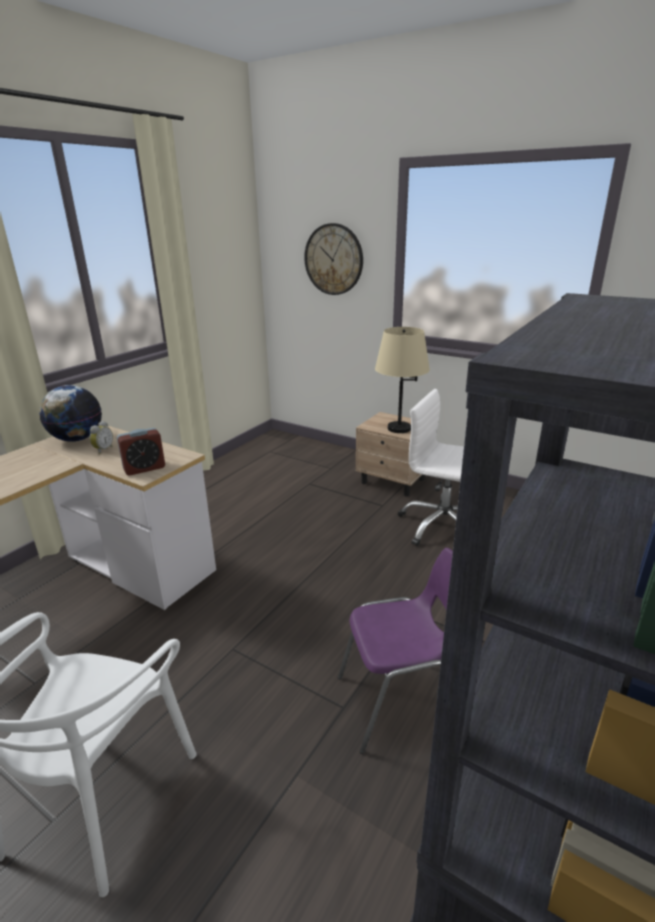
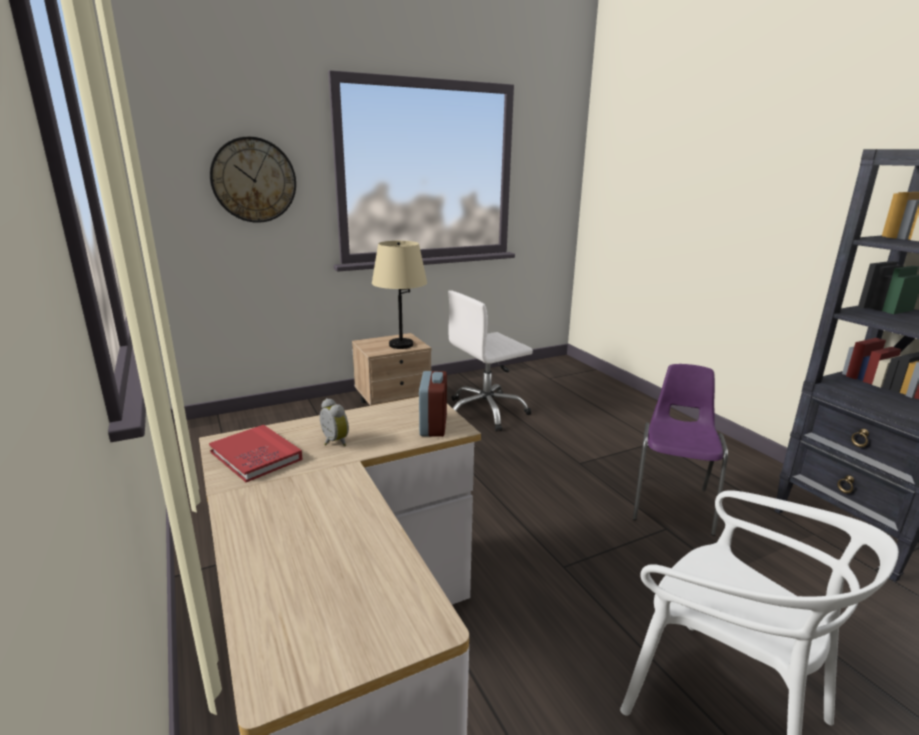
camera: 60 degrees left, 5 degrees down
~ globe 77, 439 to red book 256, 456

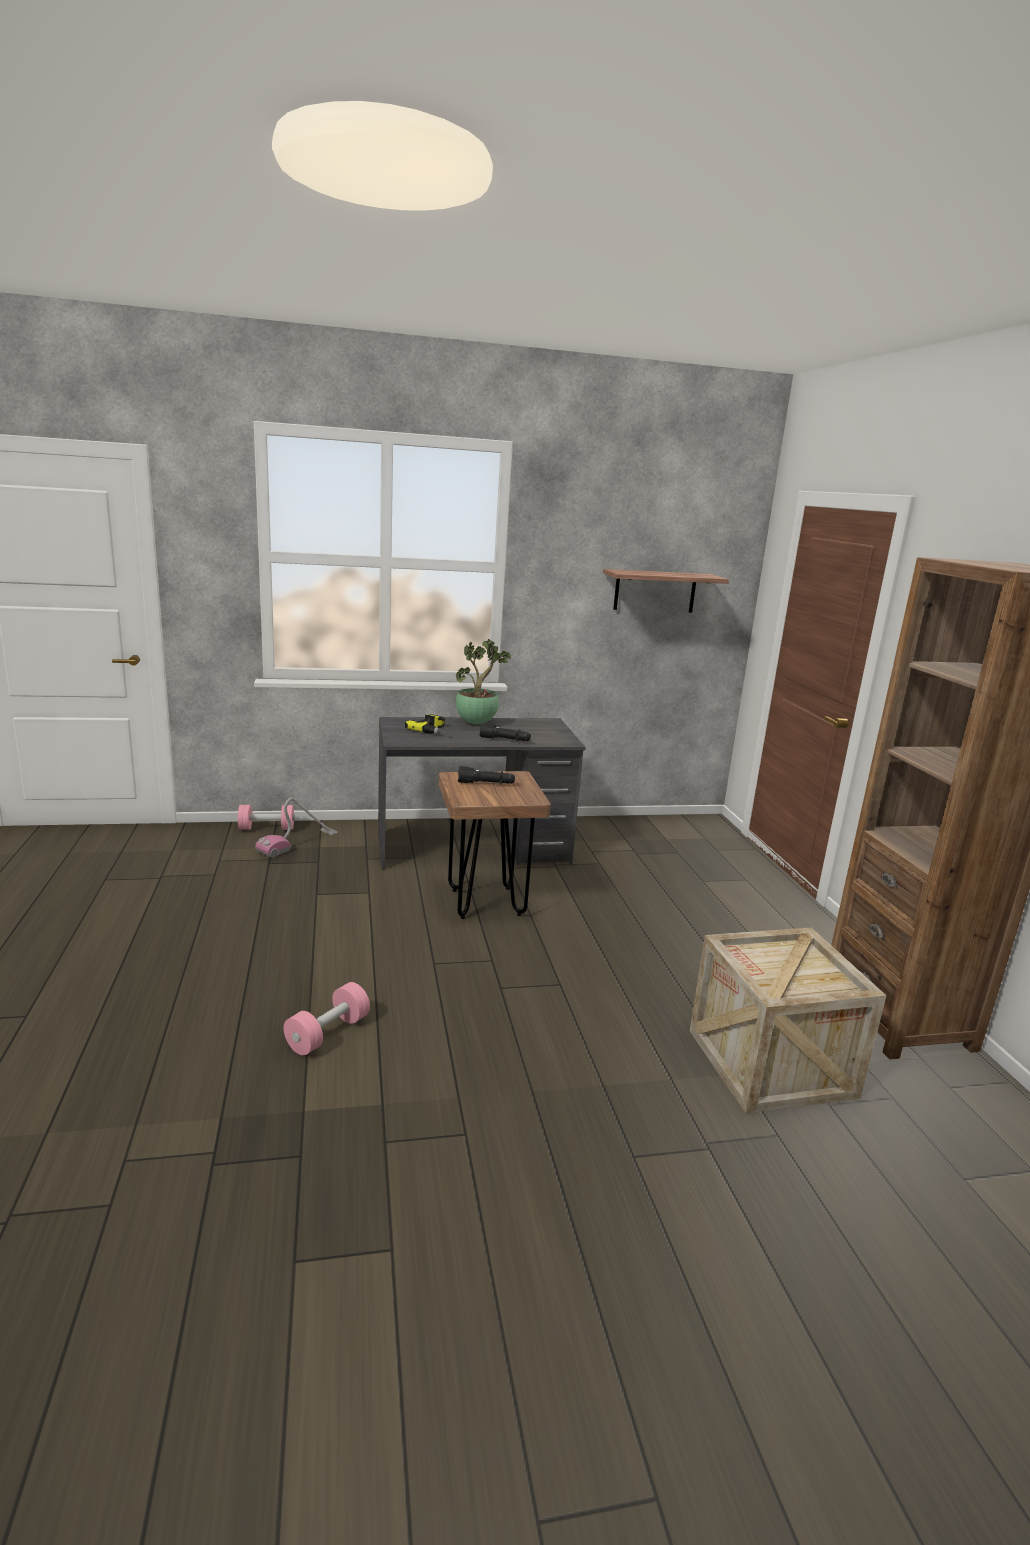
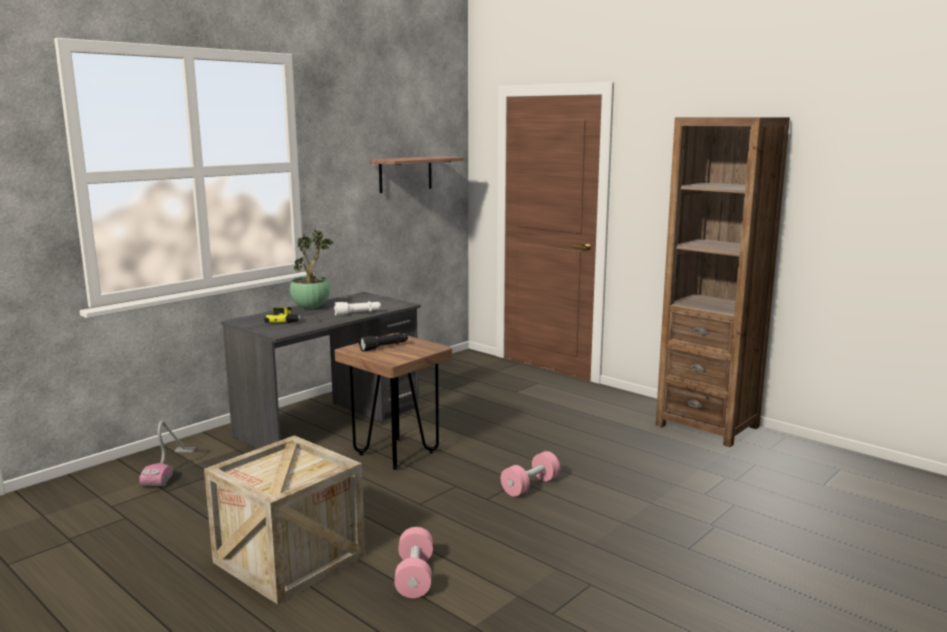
camera: 35 degrees left, 5 degrees down
~ black flashlight 505, 740 to white flashlight 358, 313
~ pink dumbbell 266, 828 to 530, 486
~ crate 770, 1063 to 289, 559

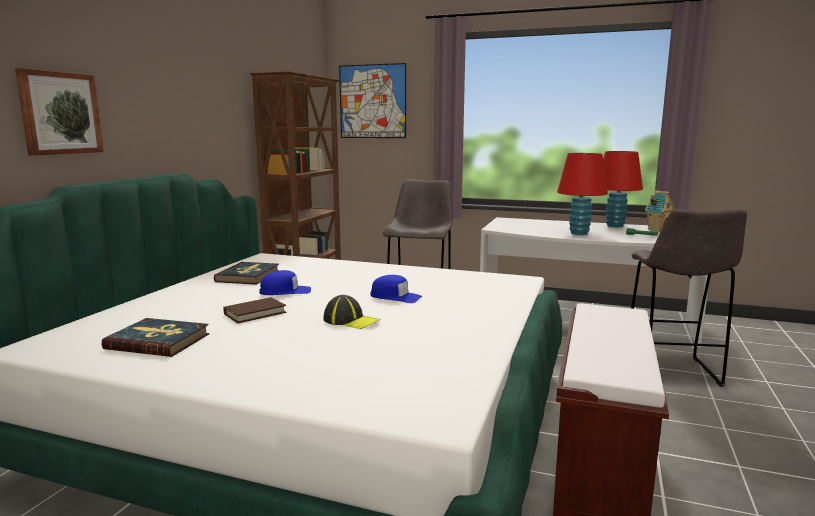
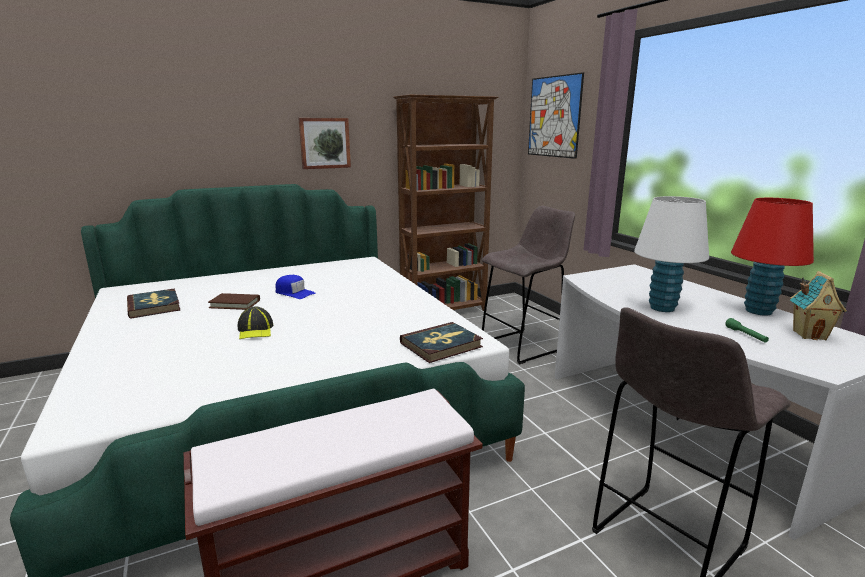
camera: 45 degrees right, 5 degrees up
~ picture 59, 113 to 324, 143
~ red table lamp 579, 233 to white table lamp 662, 308
~ book 248, 276 to 441, 345
- blue cap 395, 297

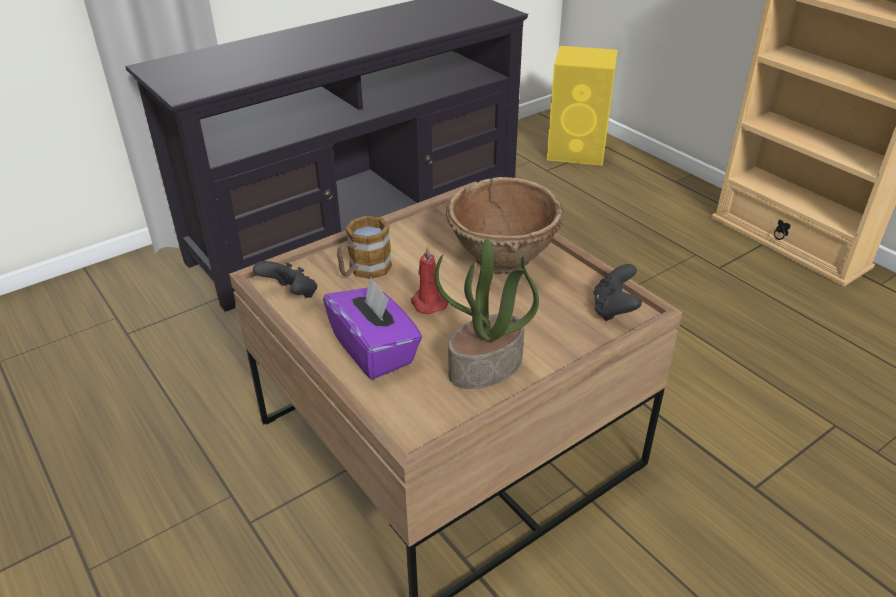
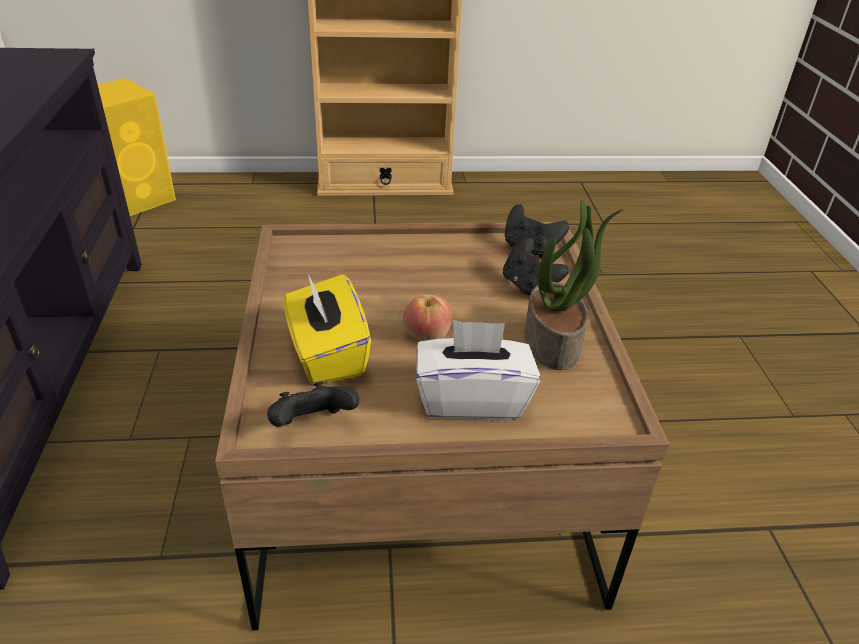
camera: 60 degrees left, 0 degrees up
- brown bowl 503, 260
~ mug 363, 271 to yellow tissue box 327, 354
~ red candle 428, 302 to apple 426, 335
~ purple tissue box 375, 350 to white tissue box 472, 399
+ black game controller 529, 286

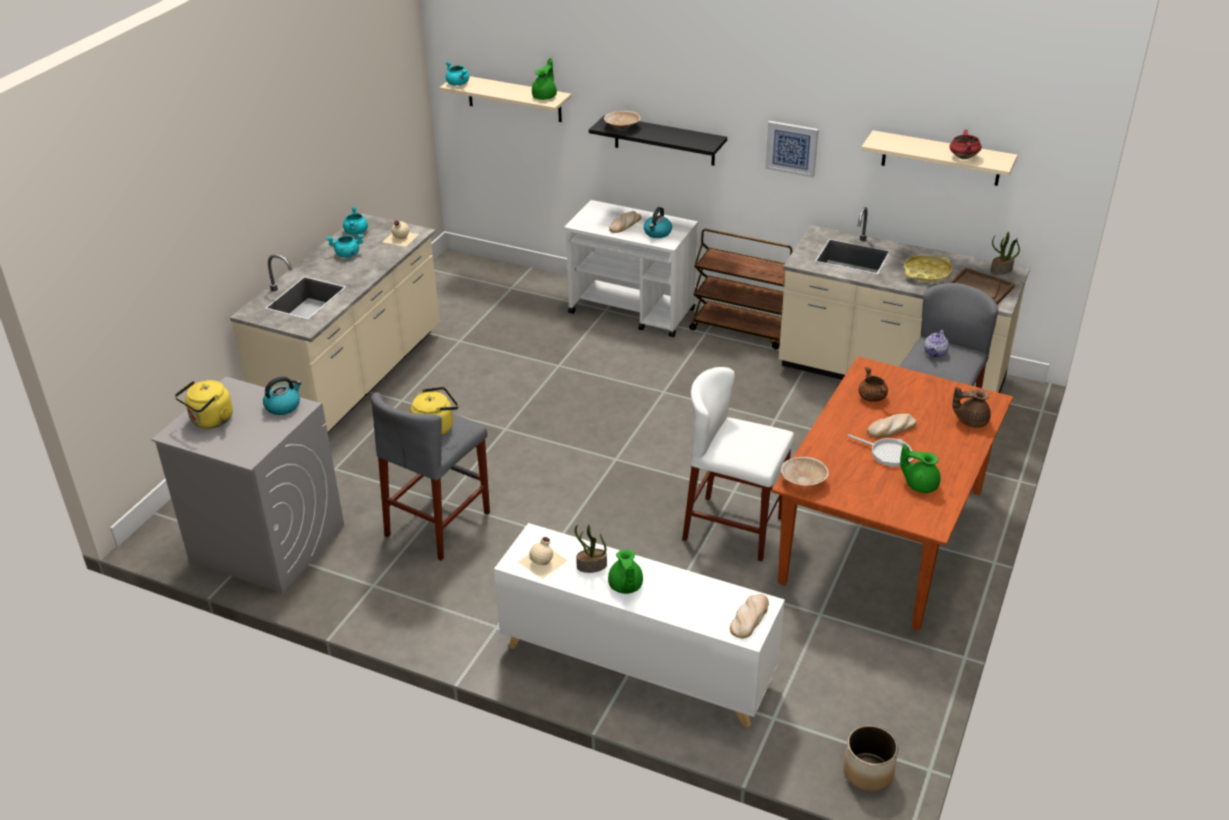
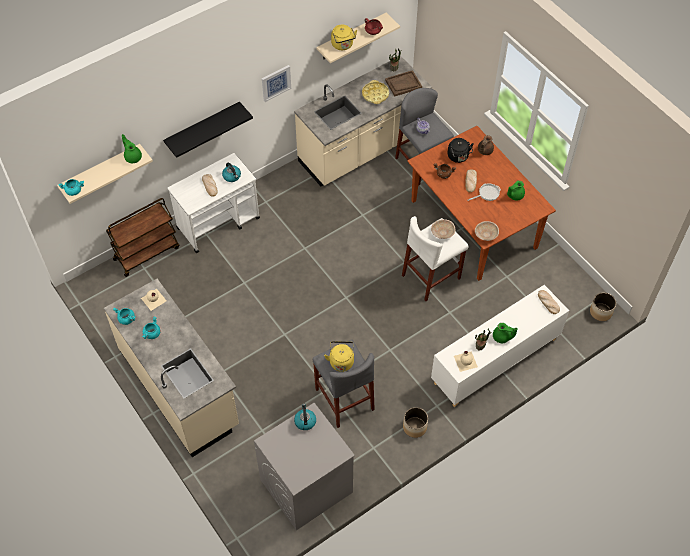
camera: 60 degrees left, 20 degrees up
~ beige bowl 621, 127 to 442, 233
~ brown cart 741, 330 to 147, 253
~ yellow kettle 210, 421 to 343, 45
+ black kettle 458, 157
+ planter 414, 427

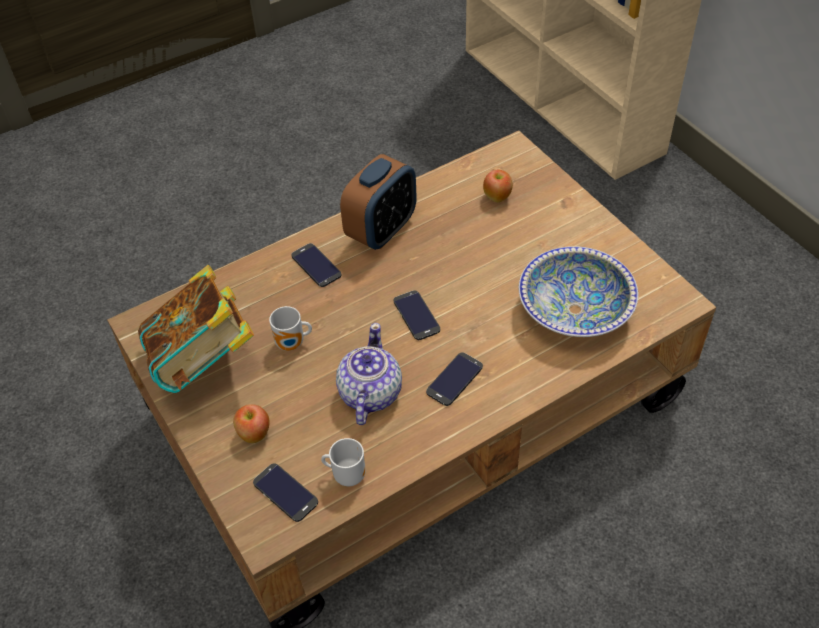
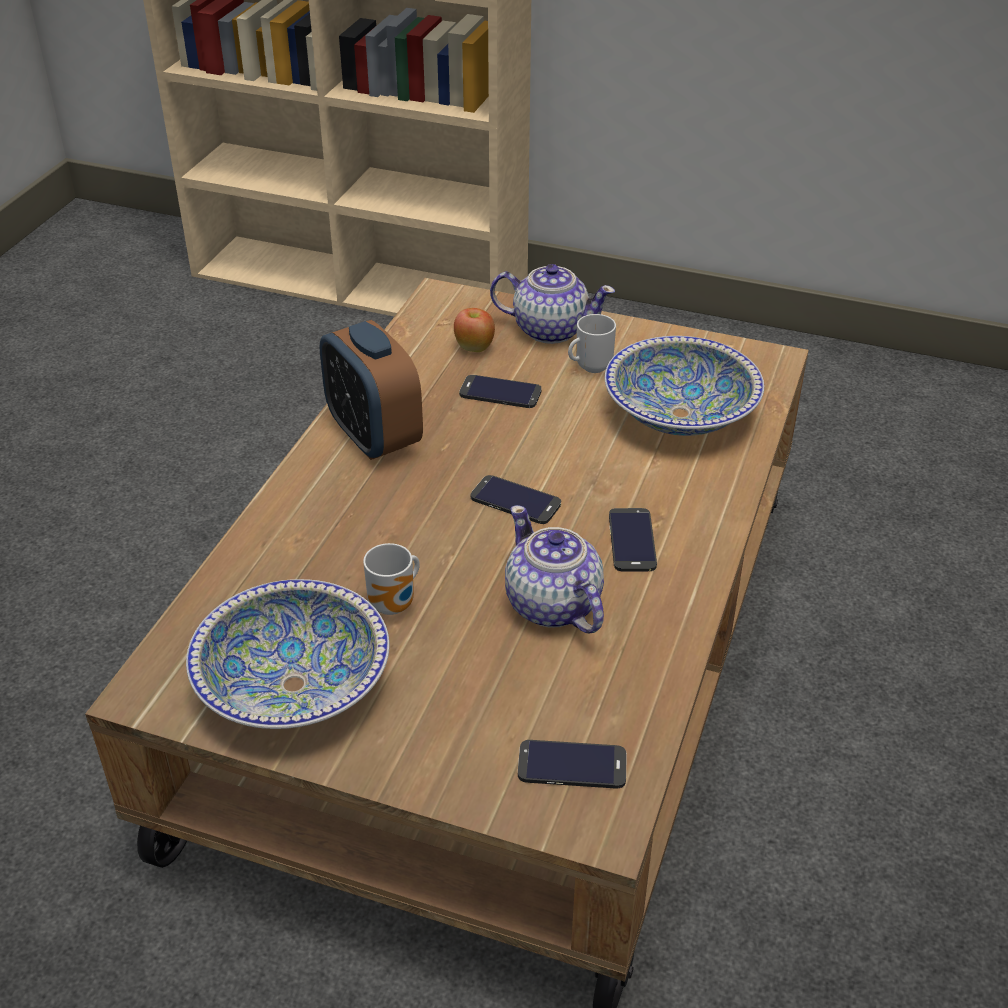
camera: 40 degrees left, 10 degrees down
~ alarm clock 382, 230 = 374, 436 150 degrees clockwise
~ phone 316, 265 to 500, 392
~ book 204, 361 to bowl 293, 685
- apple 254, 434
~ mug 347, 474 to 590, 367
+ teapot 550, 329

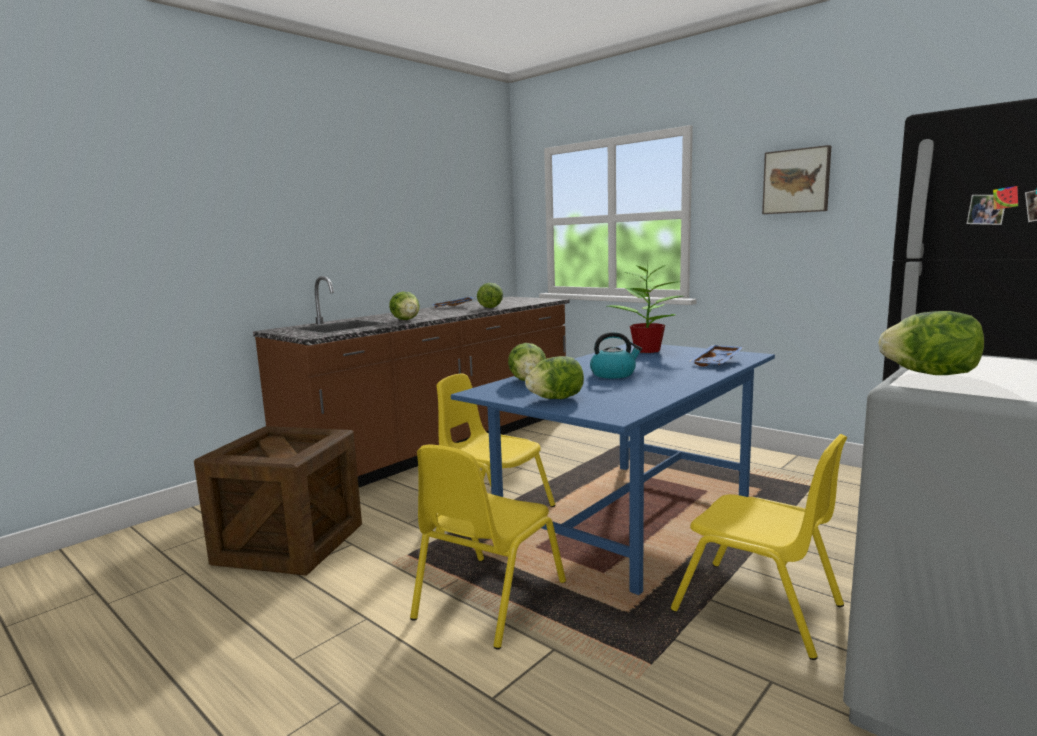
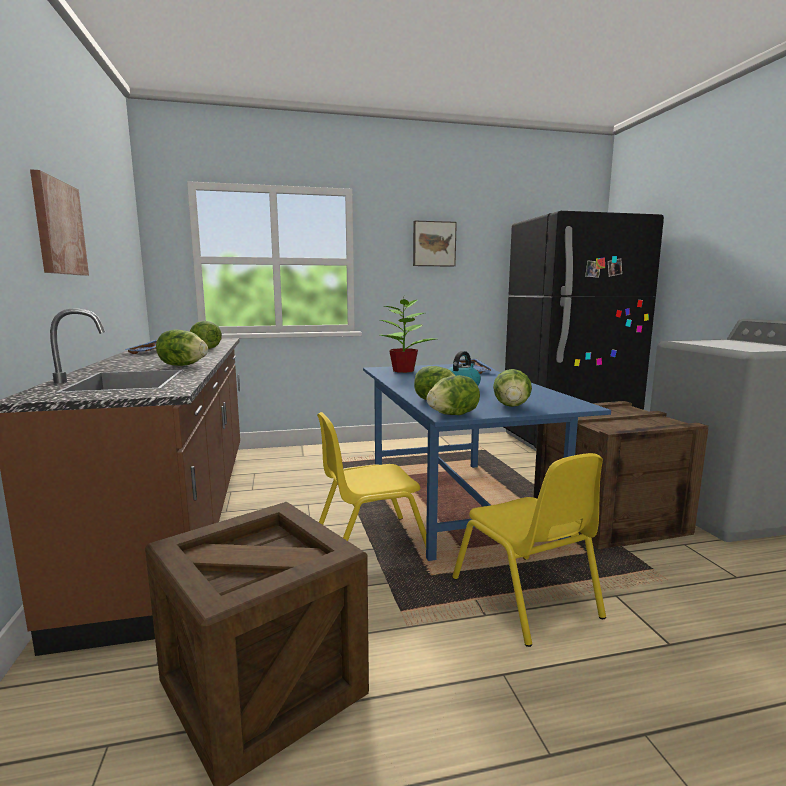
camera: 55 degrees left, 0 degrees up
~ lettuce 930, 374 to 453, 415
~ yellow chair 758, 608 to crate 608, 517
+ picture 58, 228

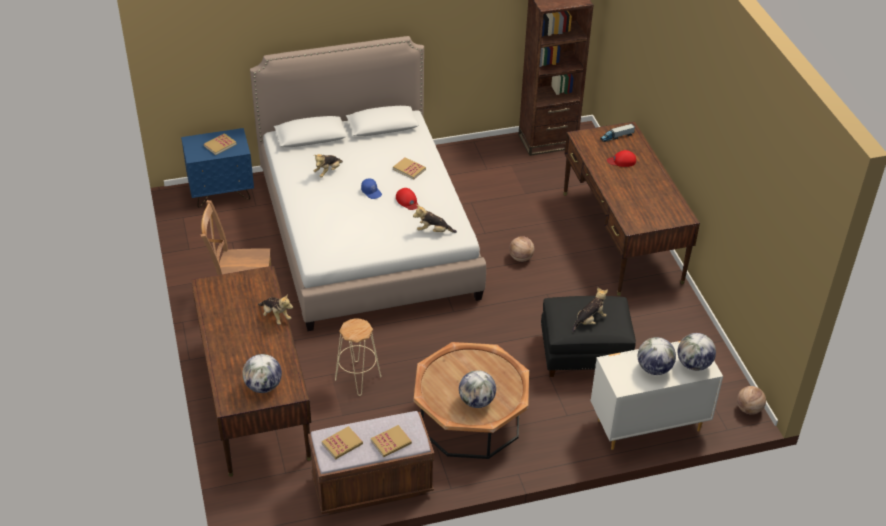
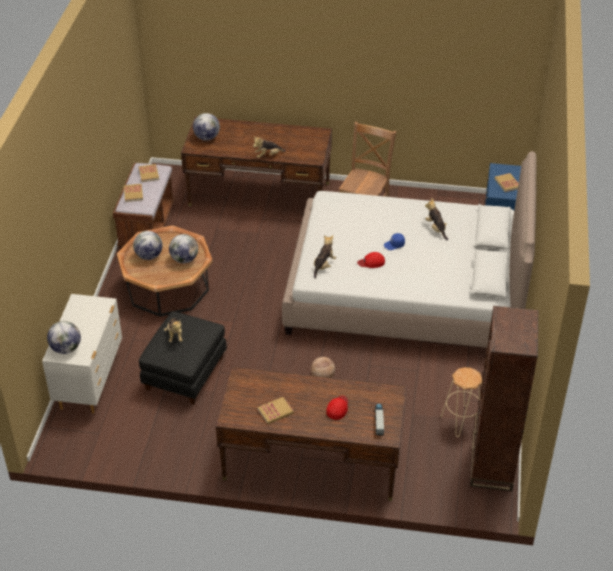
camera: 115 degrees right, 0 degrees up
~ book 409, 169 to 275, 411
~ beige stool 357, 378 to 461, 421
~ globe 654, 369 to 184, 259
- basketball 748, 409

